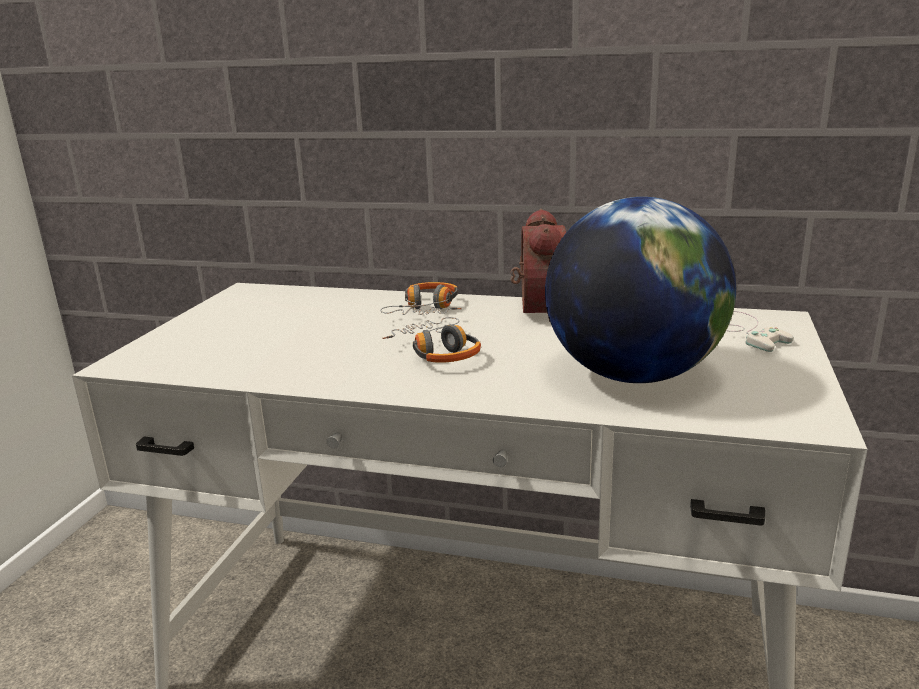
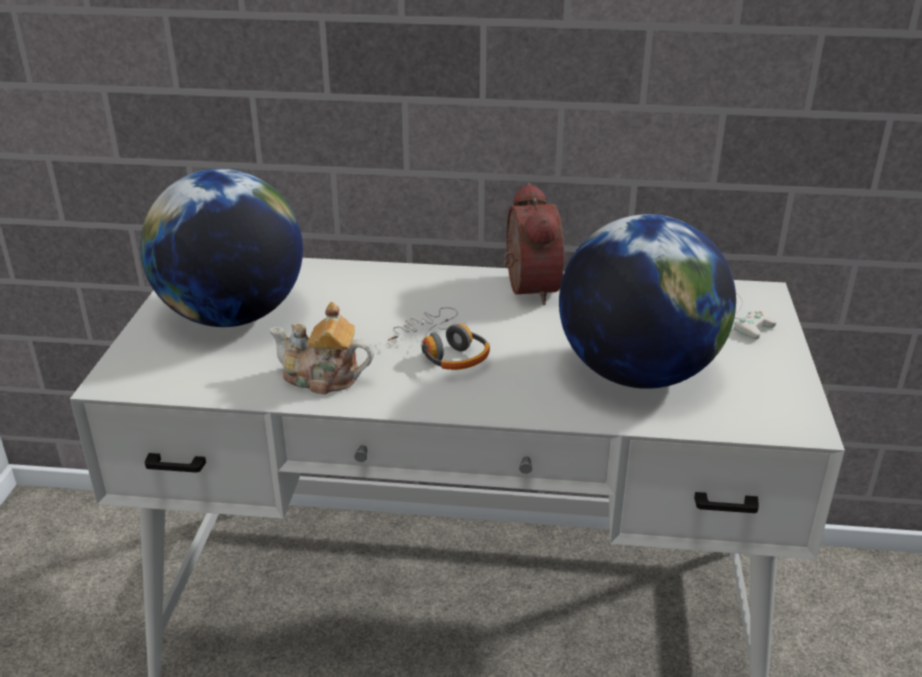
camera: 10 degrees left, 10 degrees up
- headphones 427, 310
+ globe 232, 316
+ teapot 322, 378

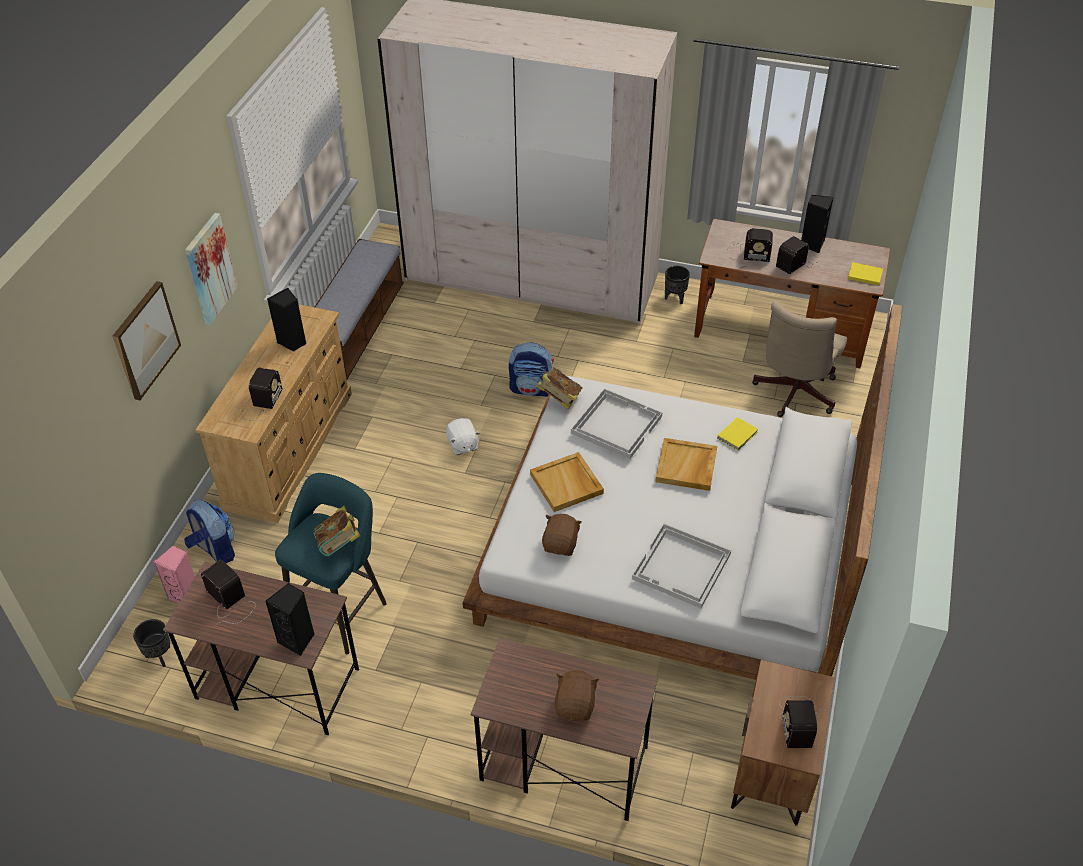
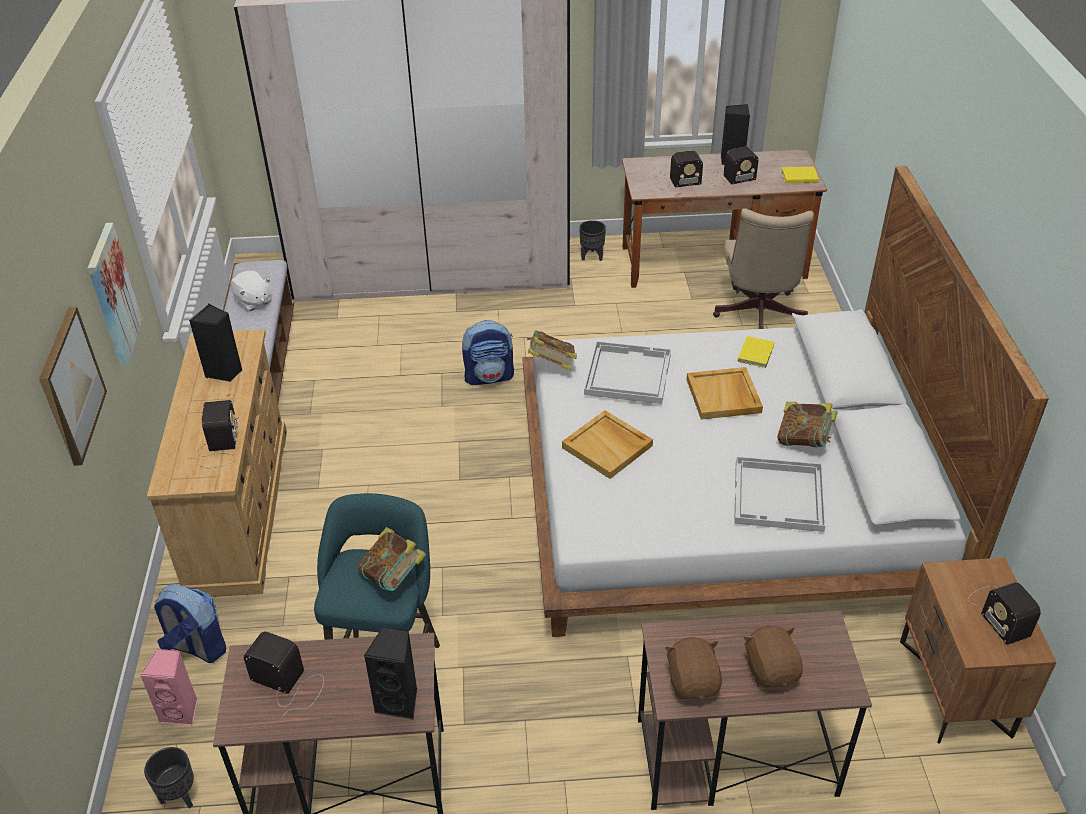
camera: 20 degrees left, 5 degrees down
~ radio 798, 261 = 729, 178 135 degrees counterclockwise
~ white plush toy 462, 445 to 253, 301
~ brown plush toy 561, 544 to 693, 682
+ book 804, 440

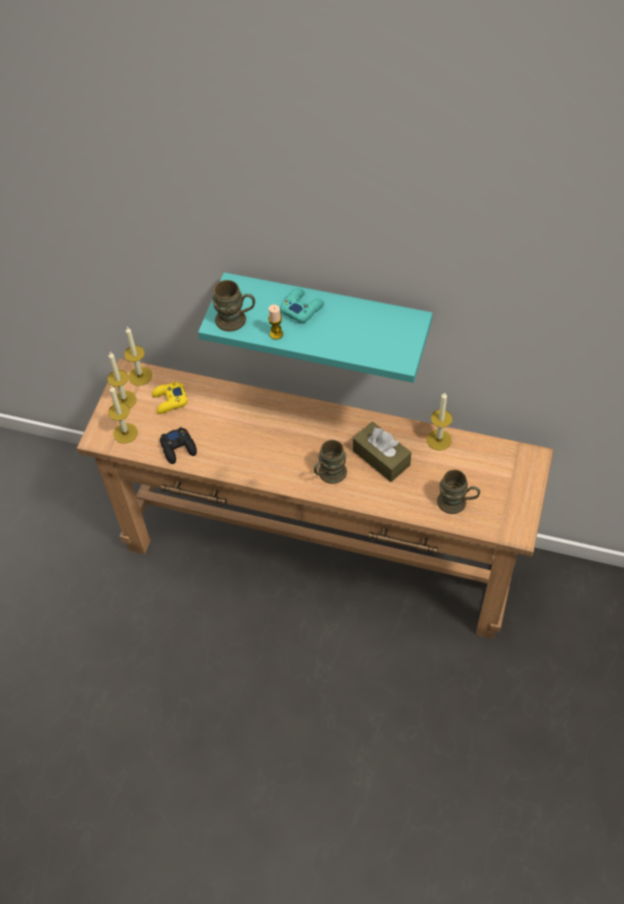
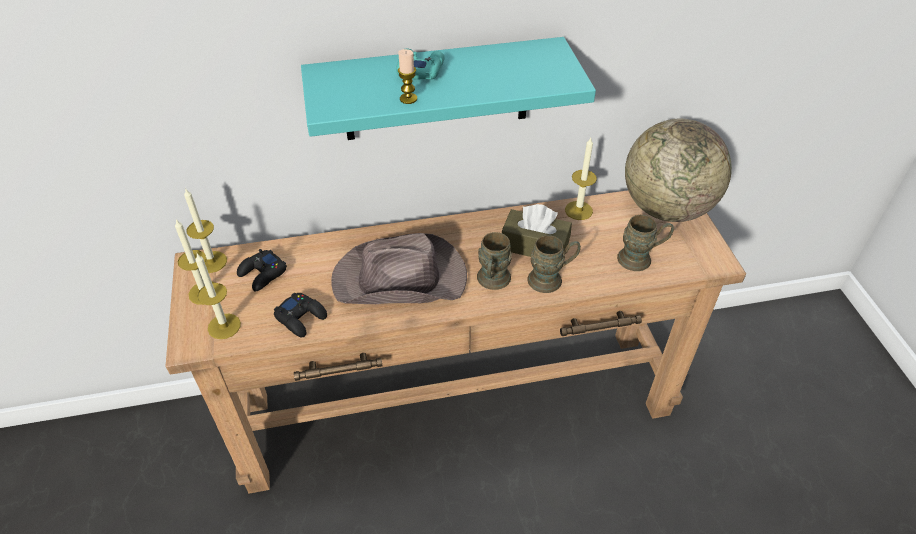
camera: 30 degrees left, 10 degrees down
~ brown mug 236, 320 to 551, 279
~ yellow game controller 170, 401 to black game controller 262, 274
+ globe 666, 208
+ brown hat 401, 279

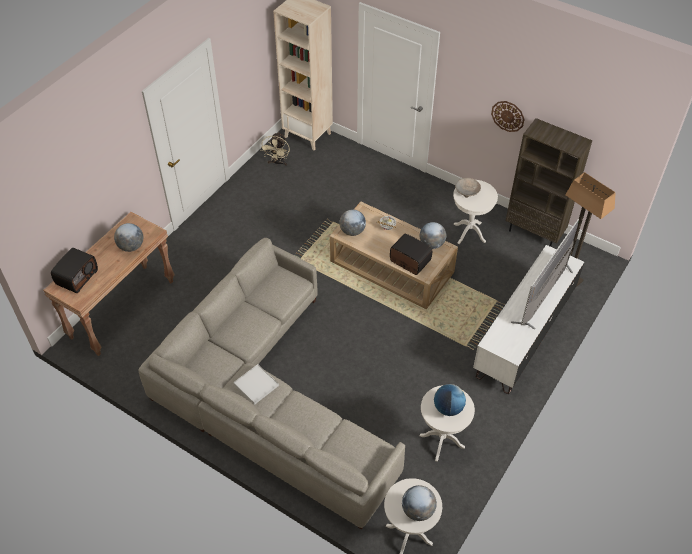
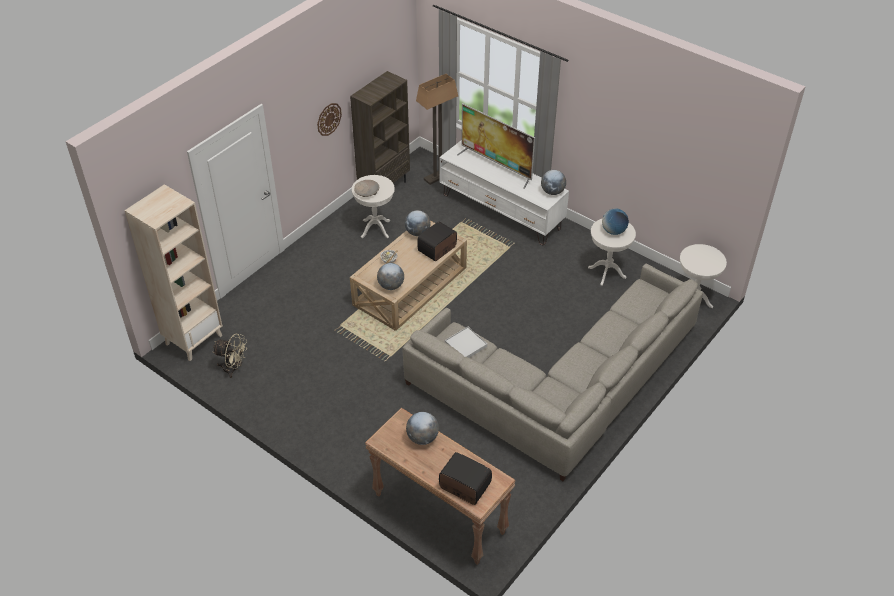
camera: 85 degrees left, 5 degrees down
~ white tray 256, 385 to 465, 345
~ globe 418, 510 to 552, 192

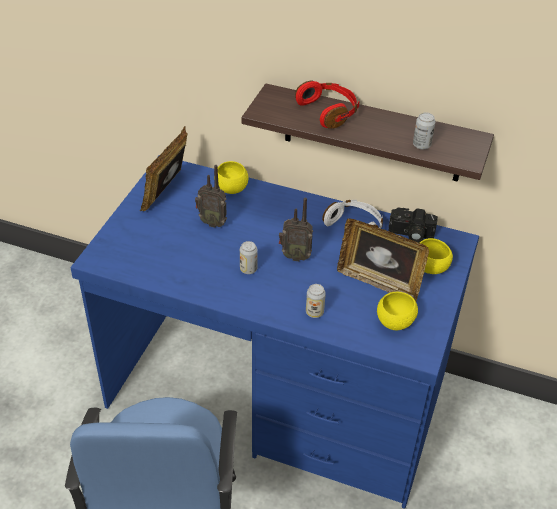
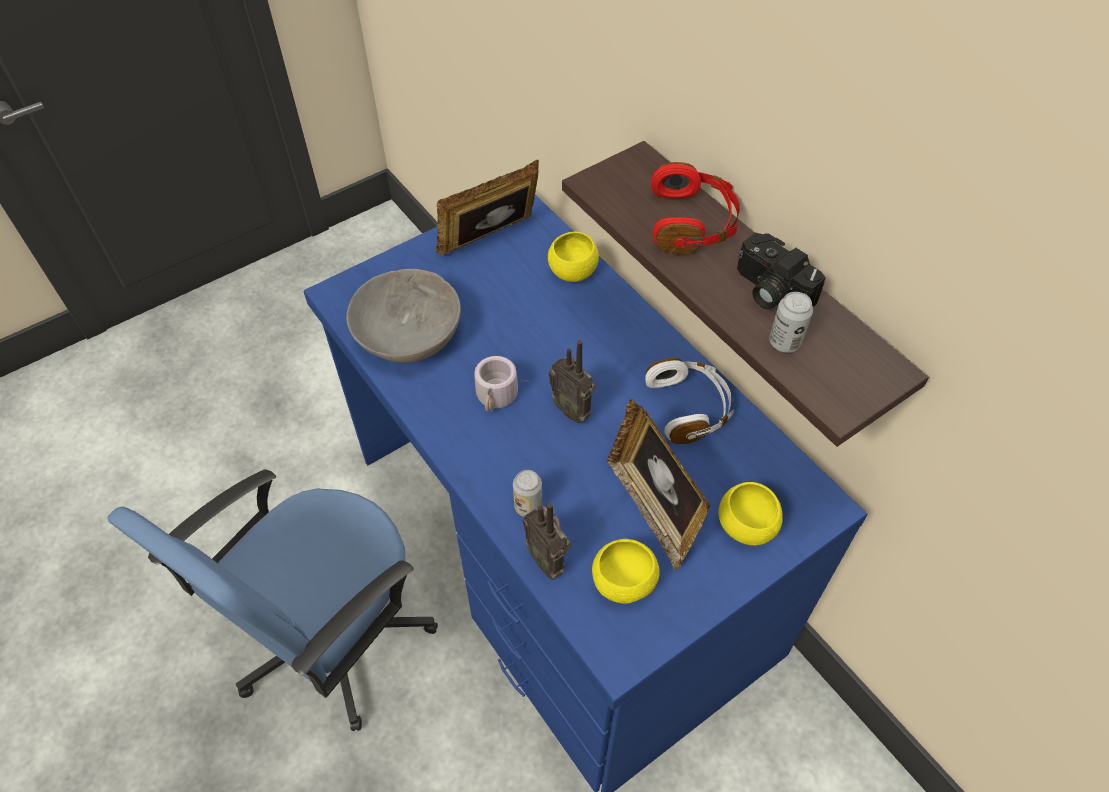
camera: 35 degrees right, 10 degrees up
~ radio 213, 222 to 548, 559
~ photo camera 410, 235 to 769, 291
~ can 248, 269 to grey mug 498, 398
+ grey bowl 407, 334

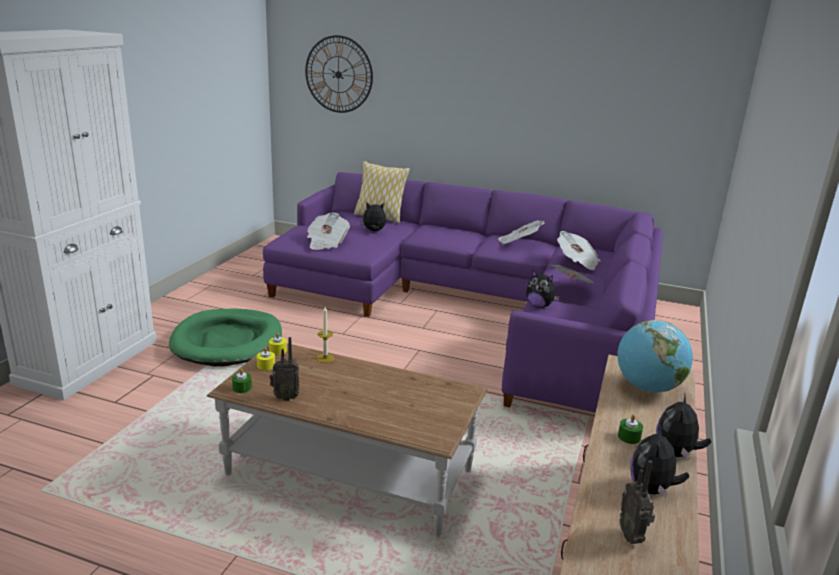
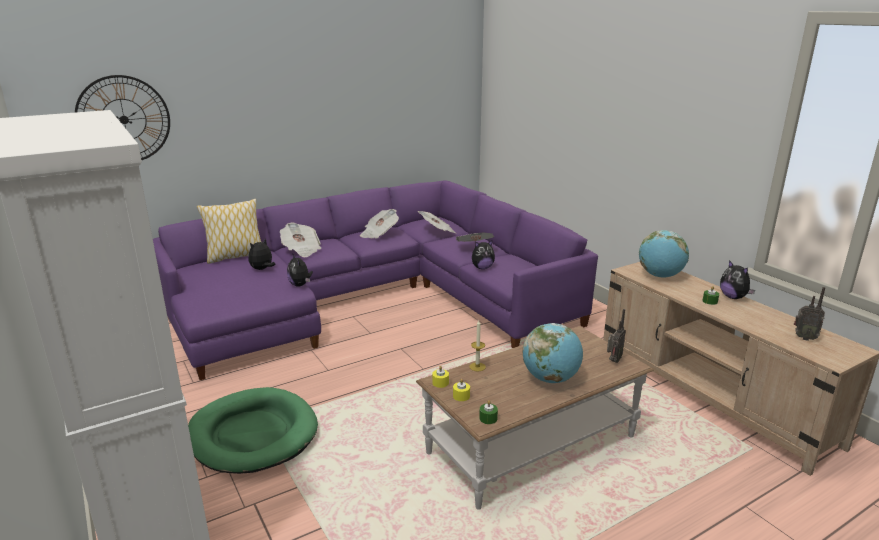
camera: 50 degrees left, 0 degrees up
~ newspaper 326, 243 to 301, 250
~ radio 285, 397 to 613, 361
~ plush toy 652, 489 to 300, 285
+ globe 550, 379

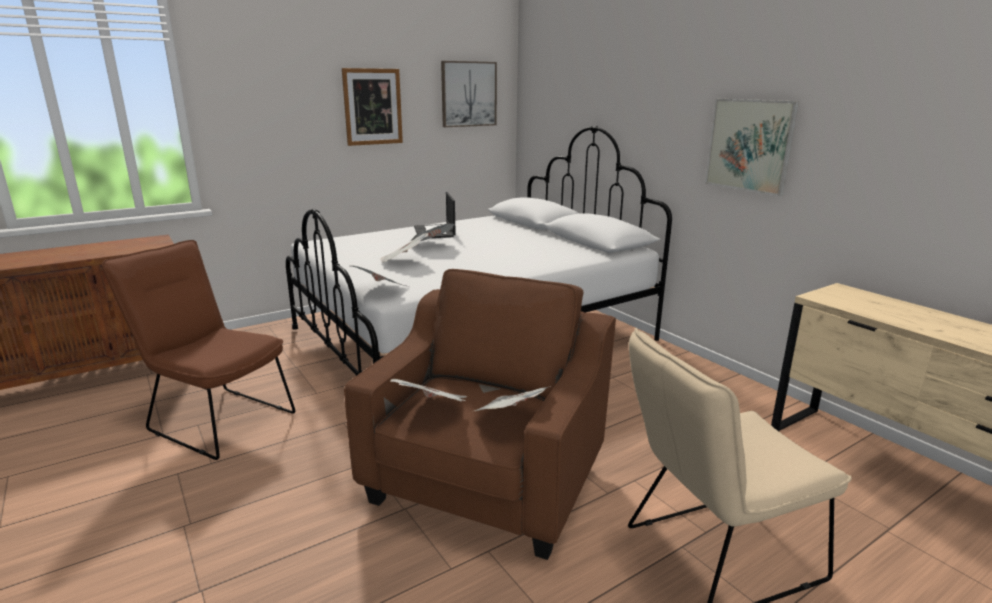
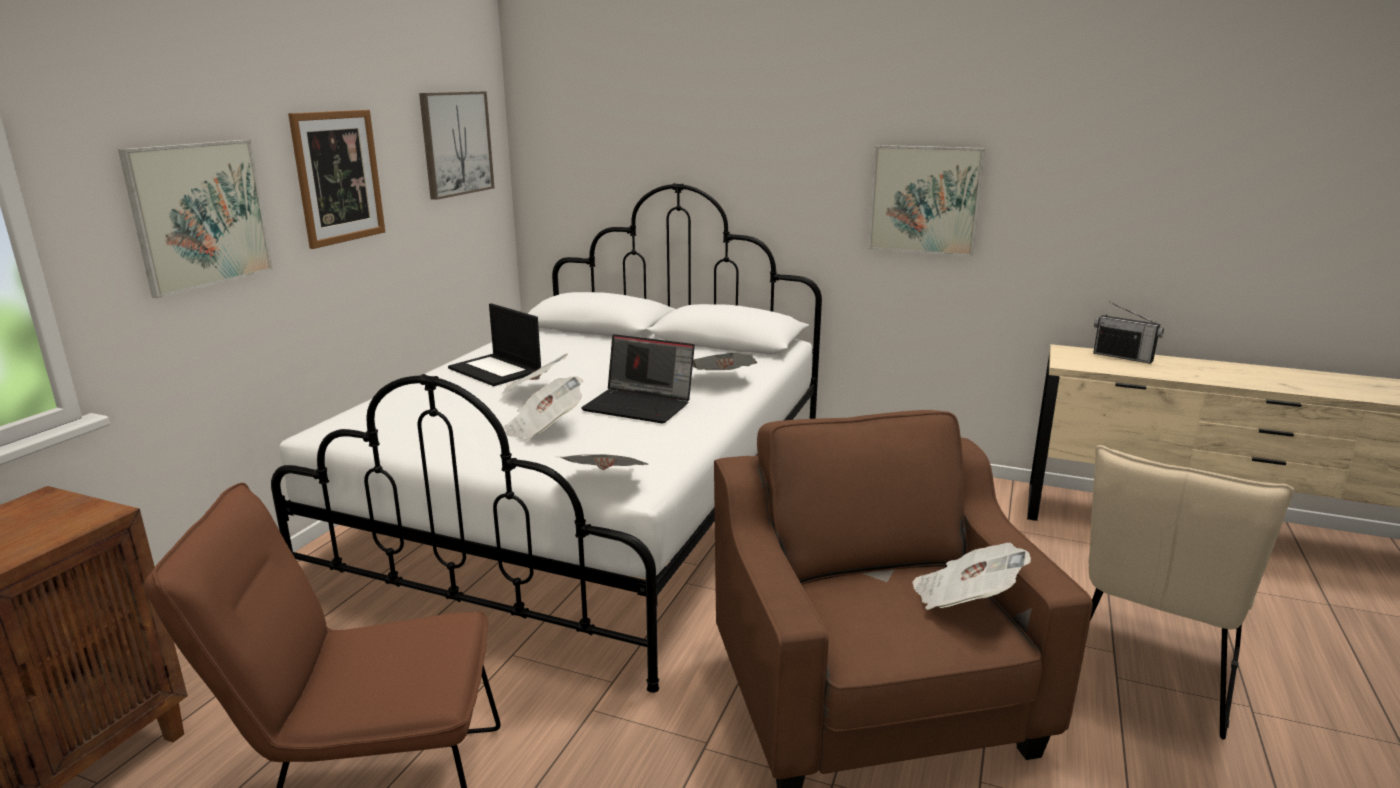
camera: 35 degrees left, 0 degrees up
~ newspaper 433, 408 to 723, 380
+ picture 200, 215
+ radio 1123, 357
+ laptop 640, 405

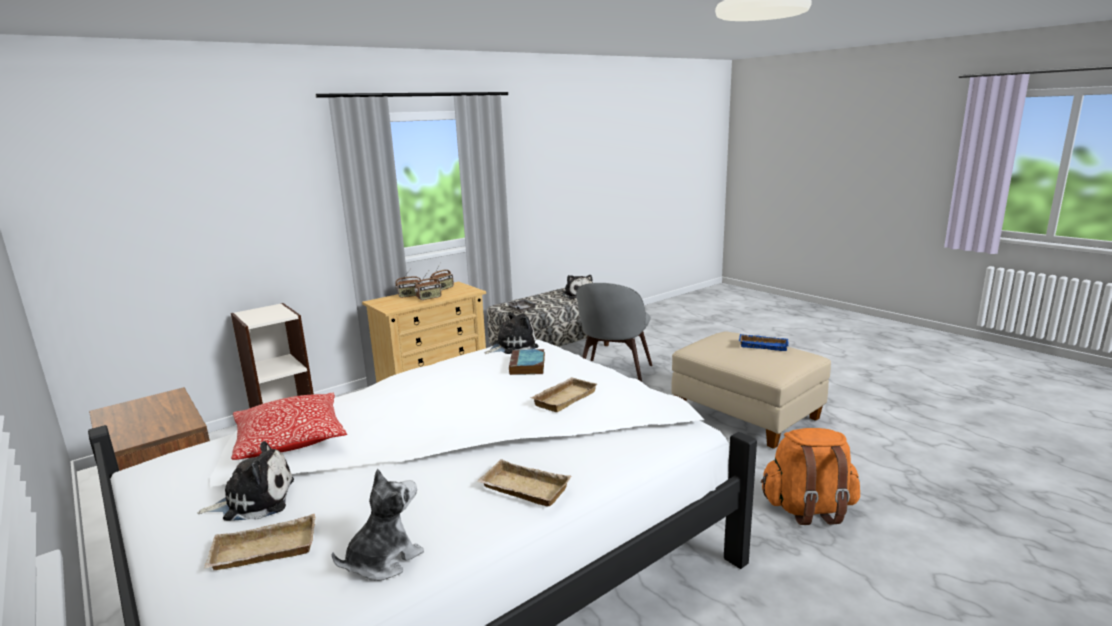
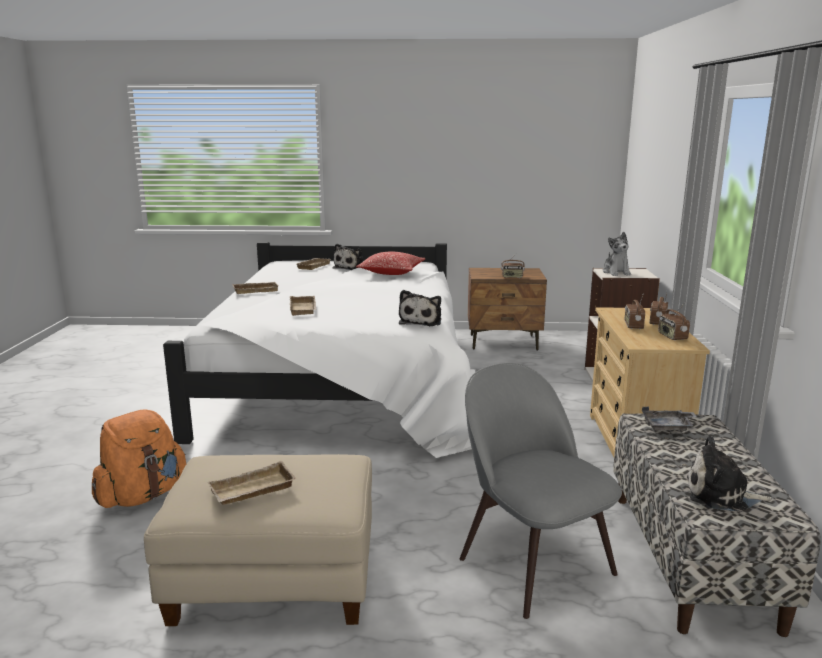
camera: 130 degrees right, 0 degrees up
~ blue tray 764, 345 to beige tray 252, 491
- book 527, 366
~ plush toy 383, 560 to 616, 272
+ radio 512, 277

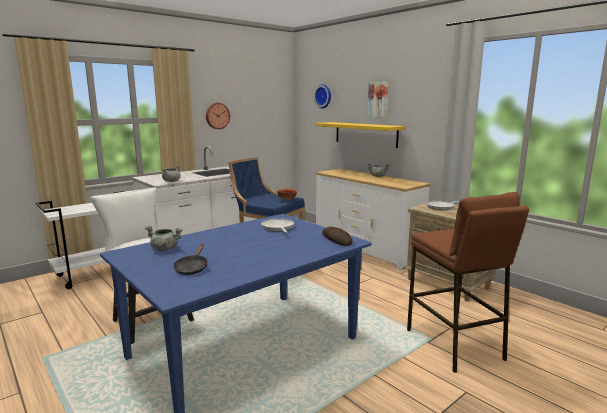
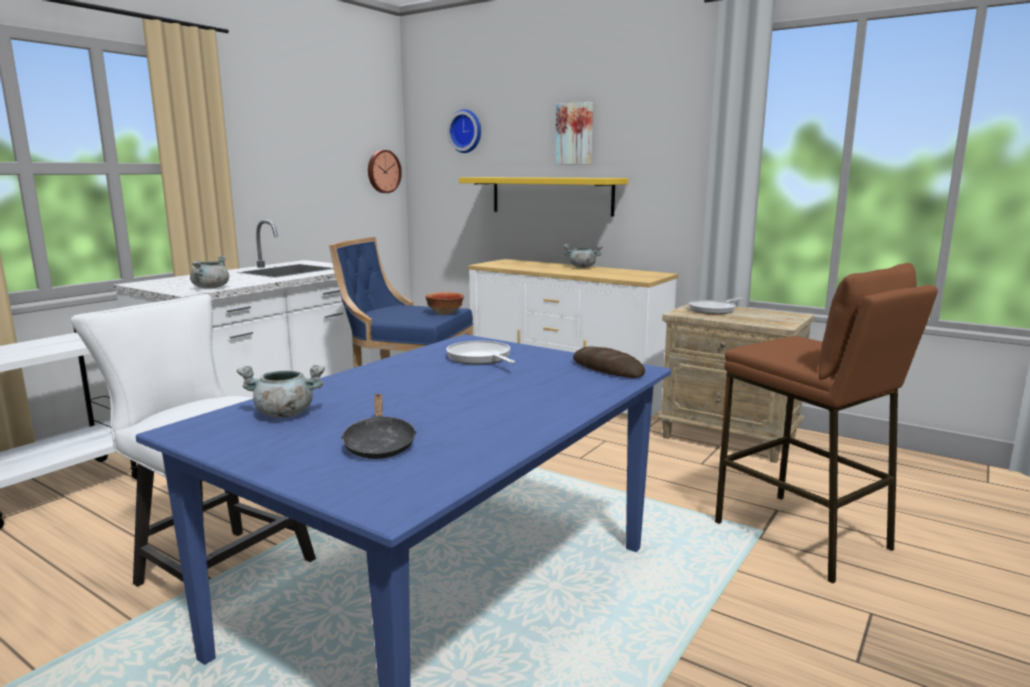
camera: 15 degrees left, 0 degrees up
~ wall clock 217, 116 to 383, 171

